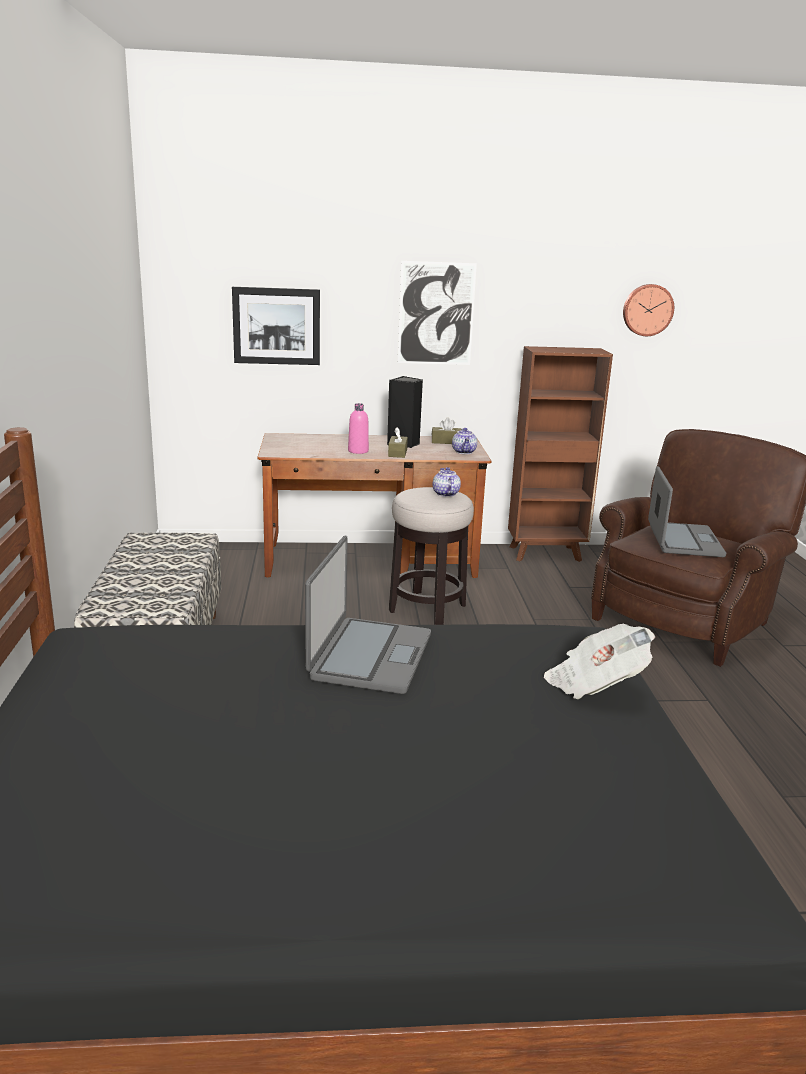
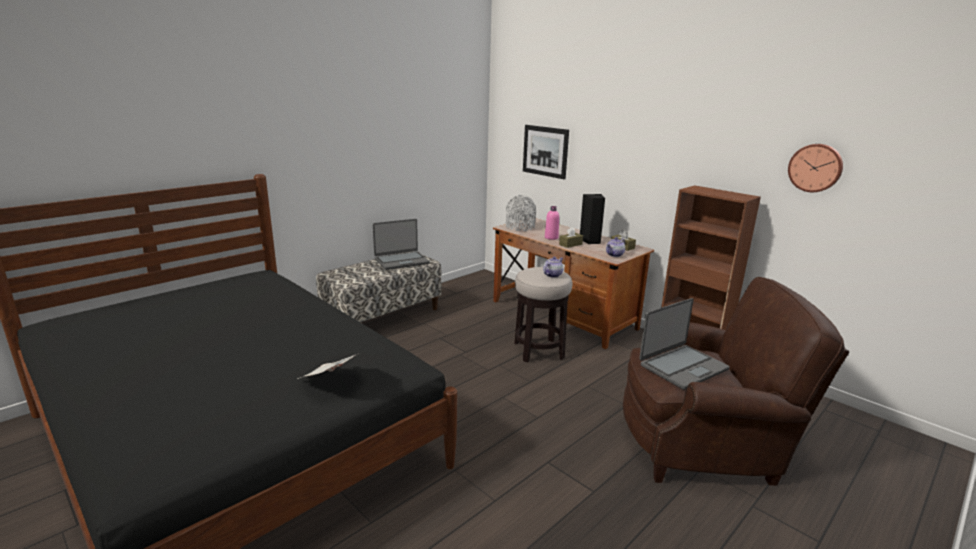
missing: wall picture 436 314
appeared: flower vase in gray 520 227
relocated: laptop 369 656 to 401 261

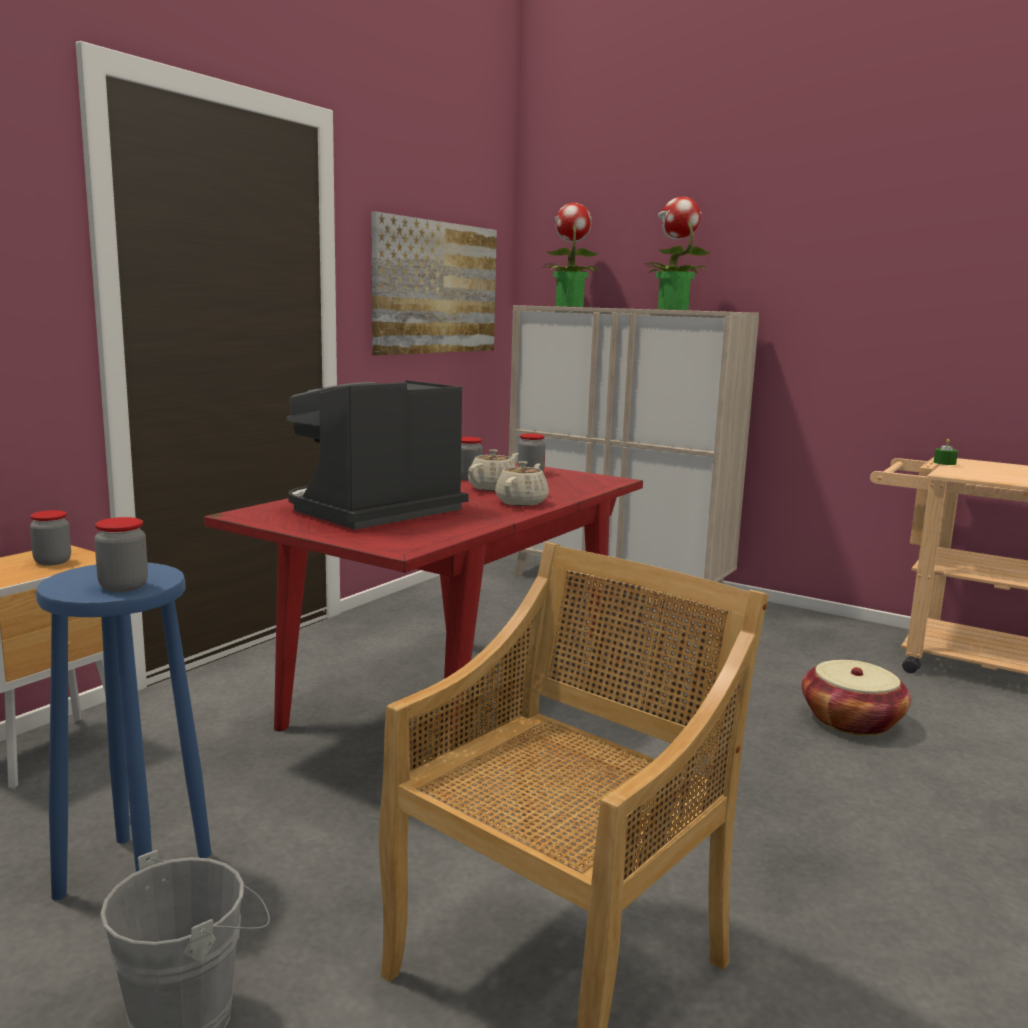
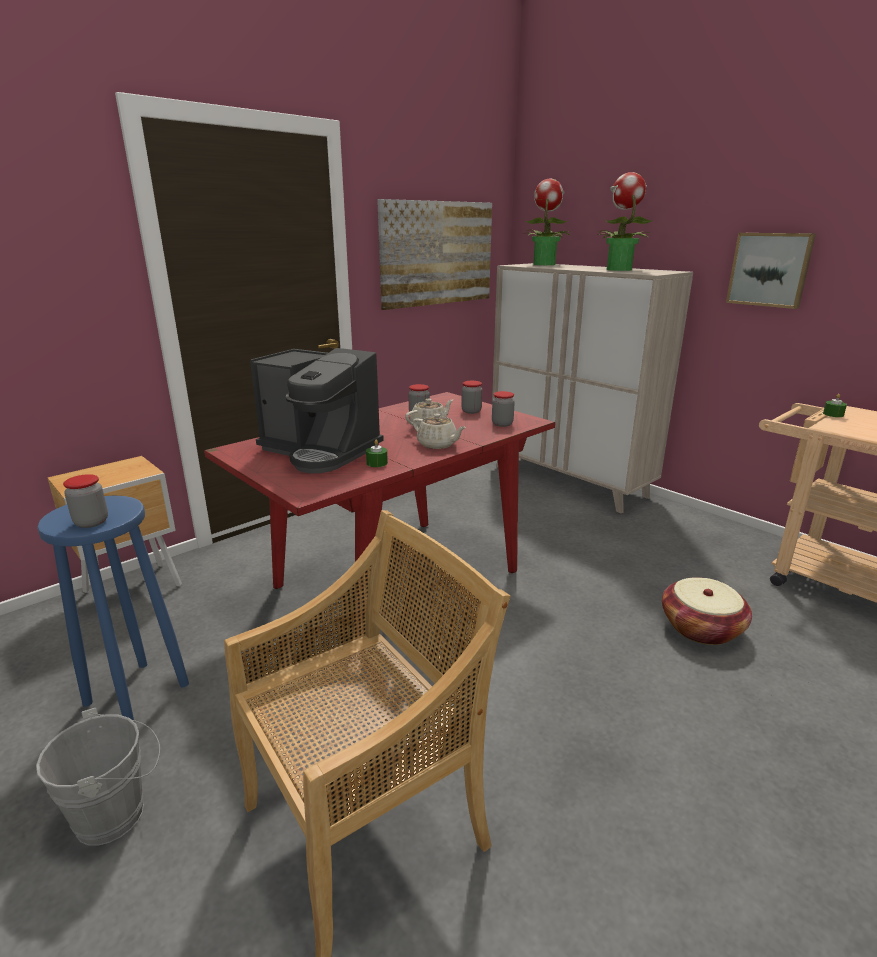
appeared: wall picture 769 269; wax candle in green 377 463
relocated: storage jar 52 561 to 502 424
spun: coffee machine 374 512 = 320 451 120 degrees counterclockwise; pot for tea in sand-coloured 522 502 = 438 445 90 degrees clockwise

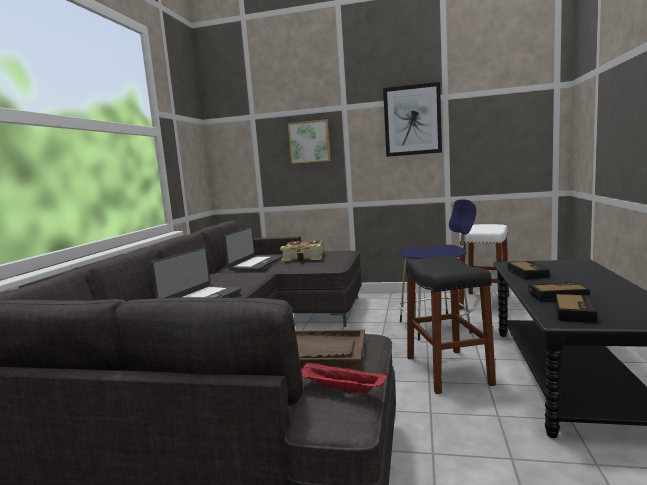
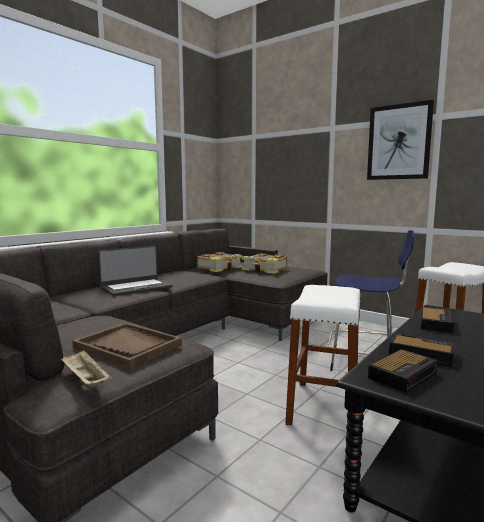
missing: wall picture 309 142
exchanged: laptop 254 264 to volume 220 268
colour: sitting stool in blackish 448 370 to sitting stool in white-coloured 324 407; serving tray in red-coloured 340 390 to serving tray in sand-coloured 85 380

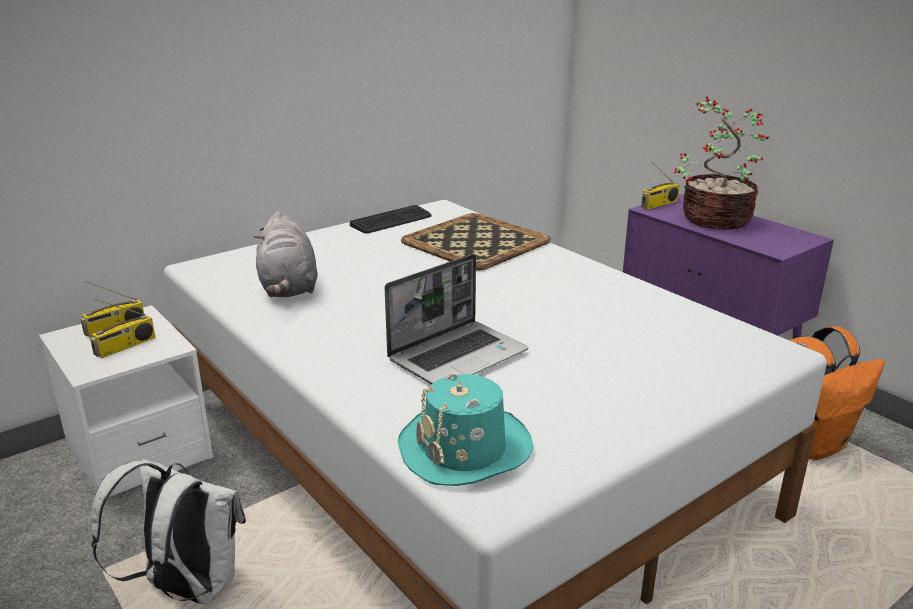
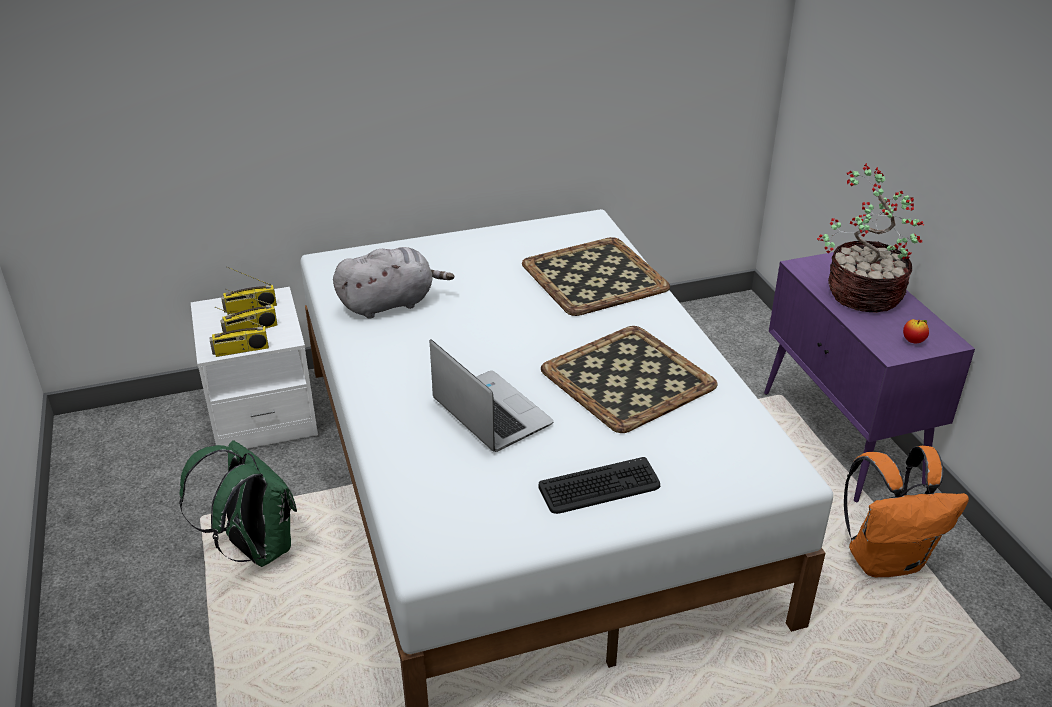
missing: hat in turquoise 465 448
appeared: apple fruit 913 341; serving tray 629 378
relocated: radio set 659 204 to 240 350; computer keyboard 391 221 to 600 487
colour: knapsack in white-coloured 187 588 to knapsack in green 255 548
spun: plush toy in gray 288 288 = 390 303 120 degrees counterclockwise; laptop 458 355 = 489 413 105 degrees counterclockwise

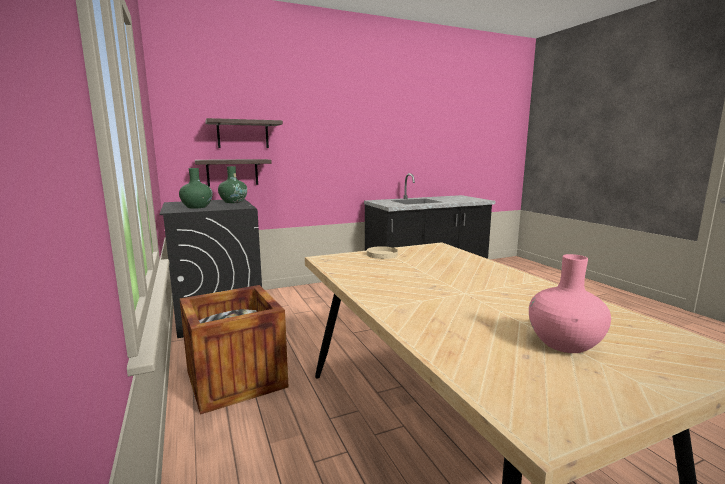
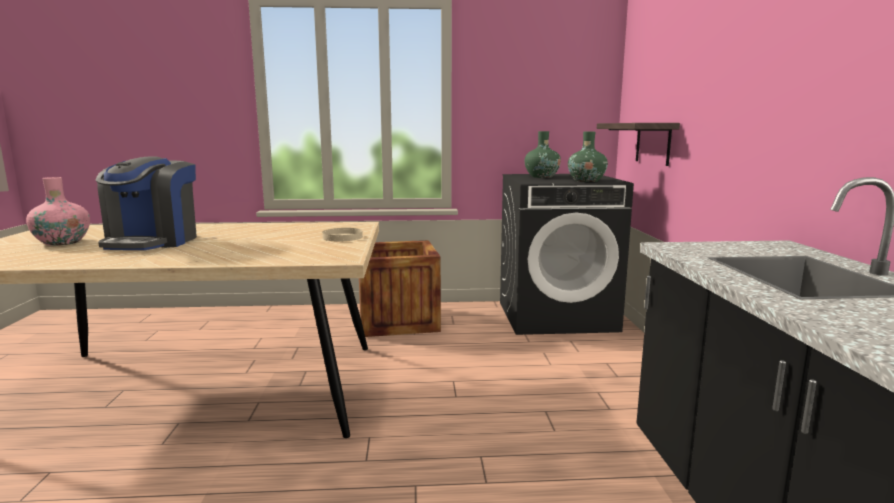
missing: wall shelf 243 134
appeared: coffee machine 153 242

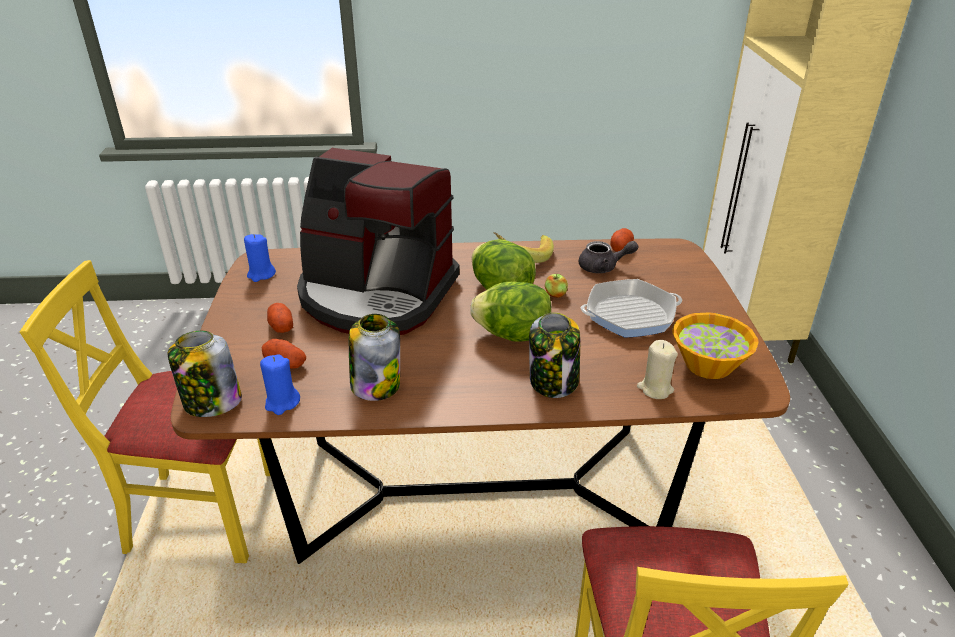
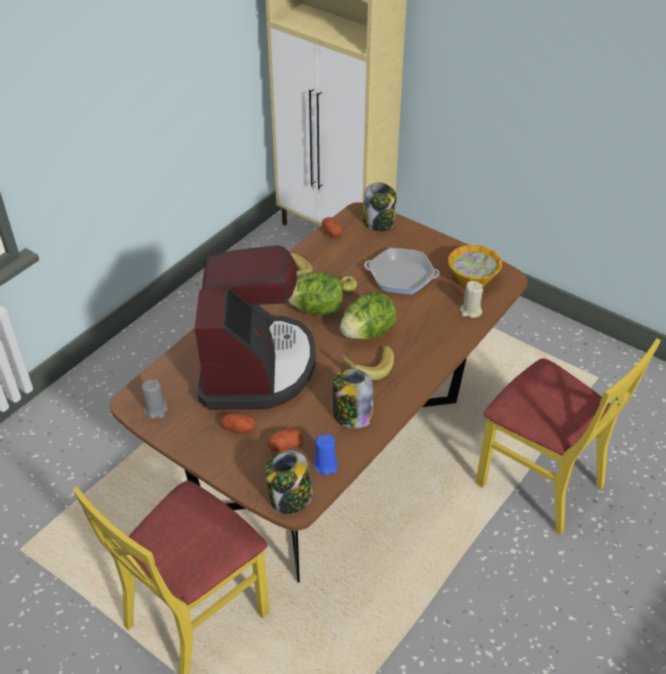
missing: pot for tea in gray 603 267
appeared: banana 366 367
relocated: storage jar 554 381 to 379 222
colour: wax candle in blue 261 274 to wax candle in gray 156 410
spun: coffee machine 376 295 = 255 366 60 degrees counterclockwise; skillet 630 315 = 401 276 75 degrees clockwise

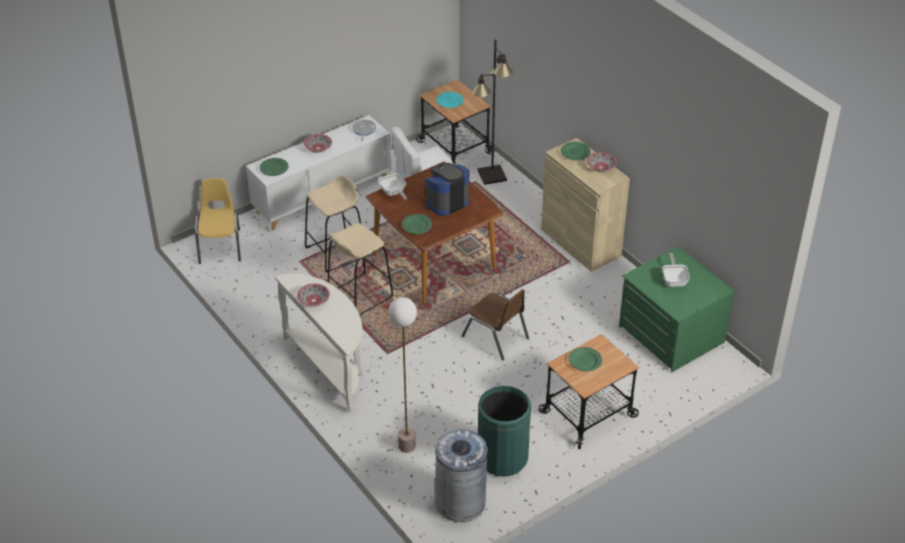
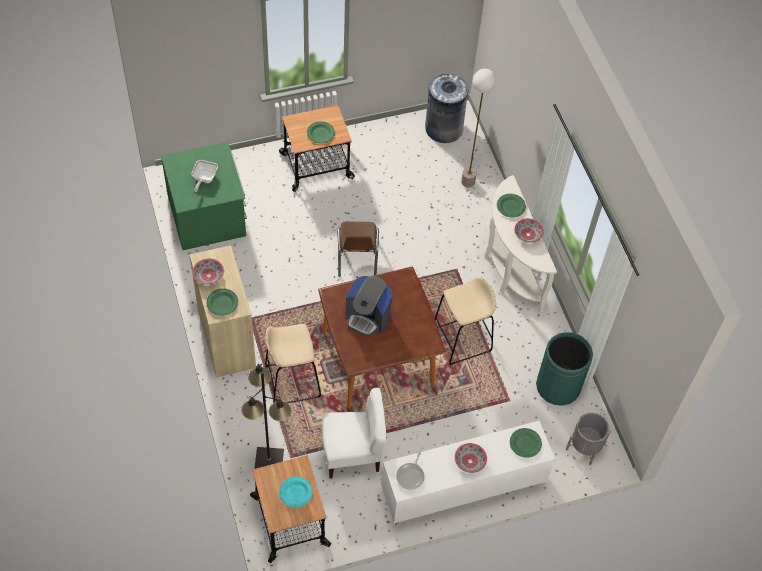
missing: skillet 393 193
relocated: sitting stool in sand-coloured 336 252 to 292 381; plate in green 416 226 to 511 206; trash can in green 502 458 to 558 387
exchanged: chair in yellowish 220 246 to planter in gray 585 446
spun: coffee machine 446 202 = 367 317 45 degrees clockwise; chair in brownish 495 337 = 357 257 150 degrees counterclockwise

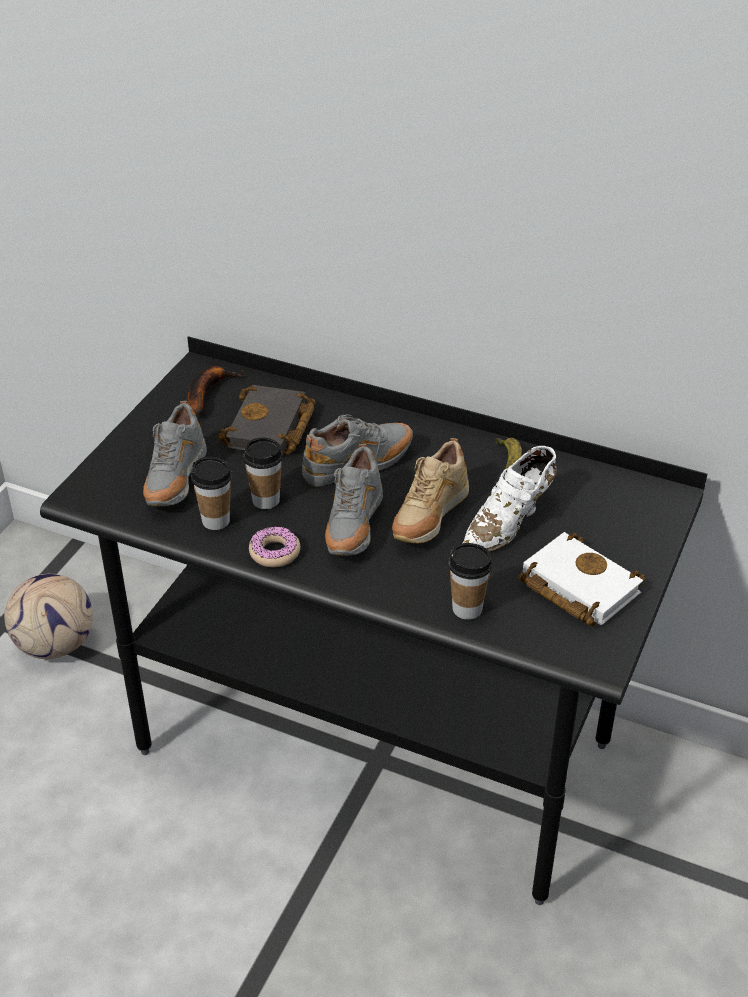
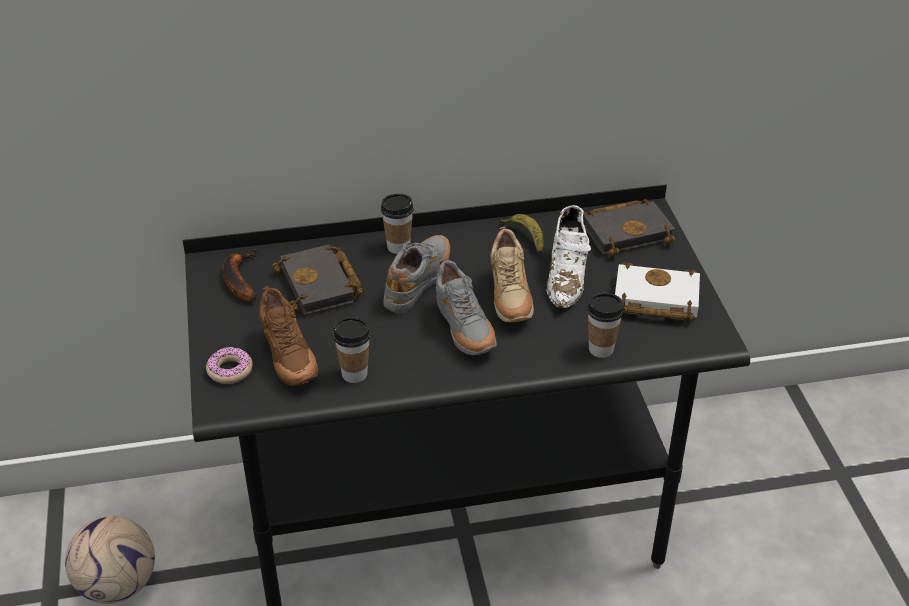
appeared: volume in blackish 628 231
relocated: drinking cup 266 500 to 398 247; doughnut 274 552 to 230 370
colour: low shoe in gray 175 482 to low shoe in brownish 289 360

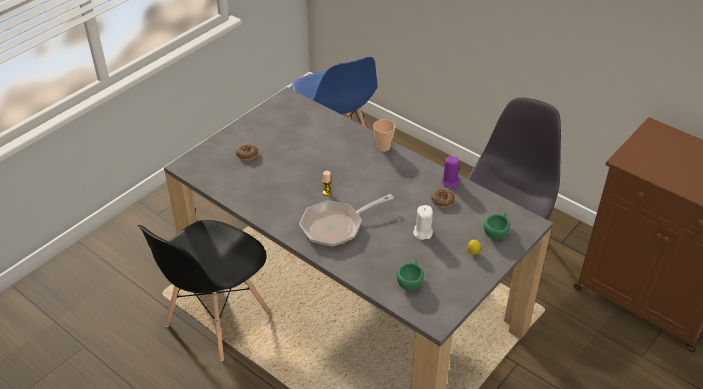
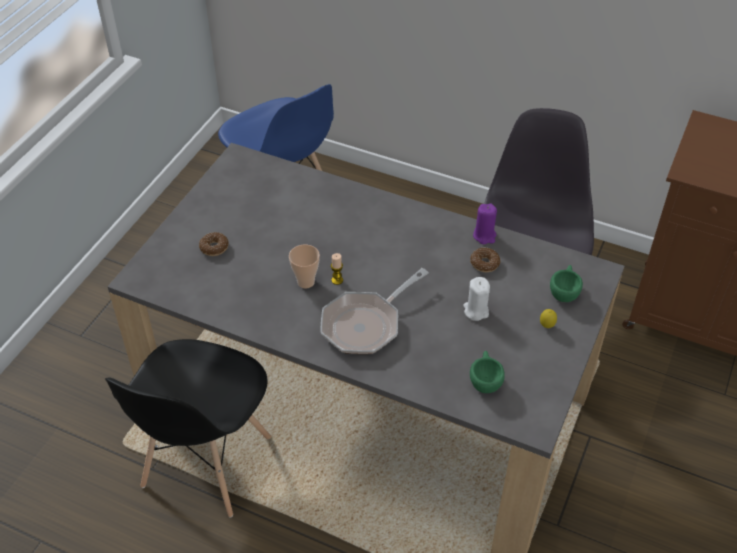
relocated: drinking cup 383 147 to 306 282

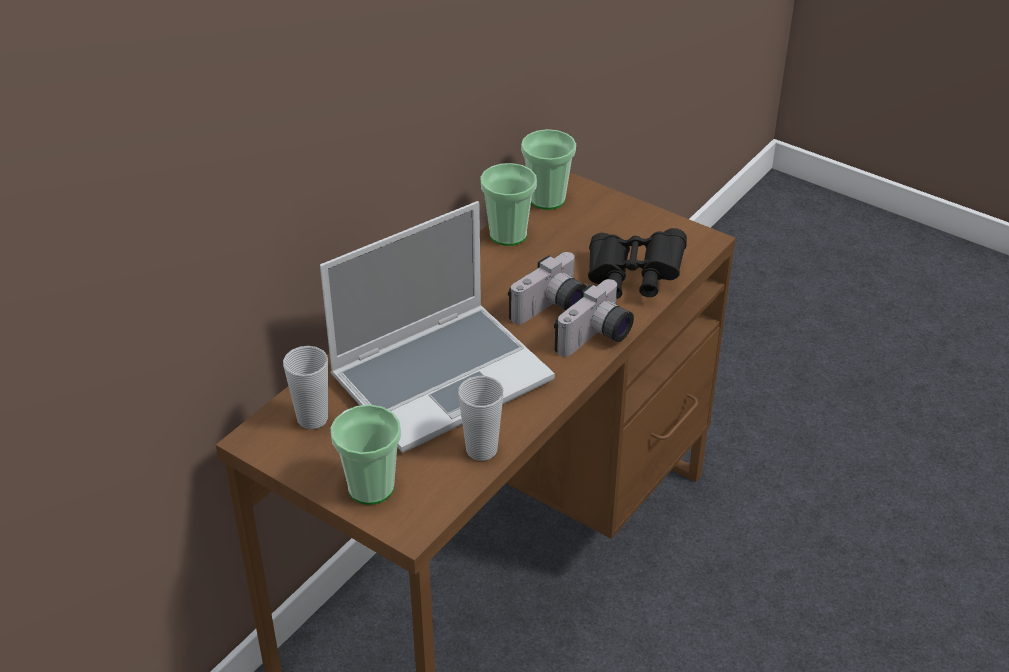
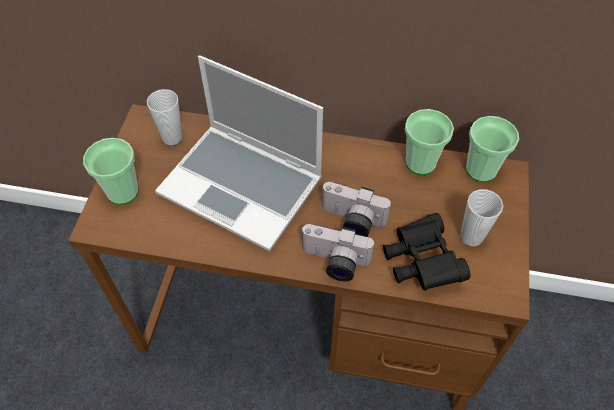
relocated: drinking cup 481 450 to 471 236

